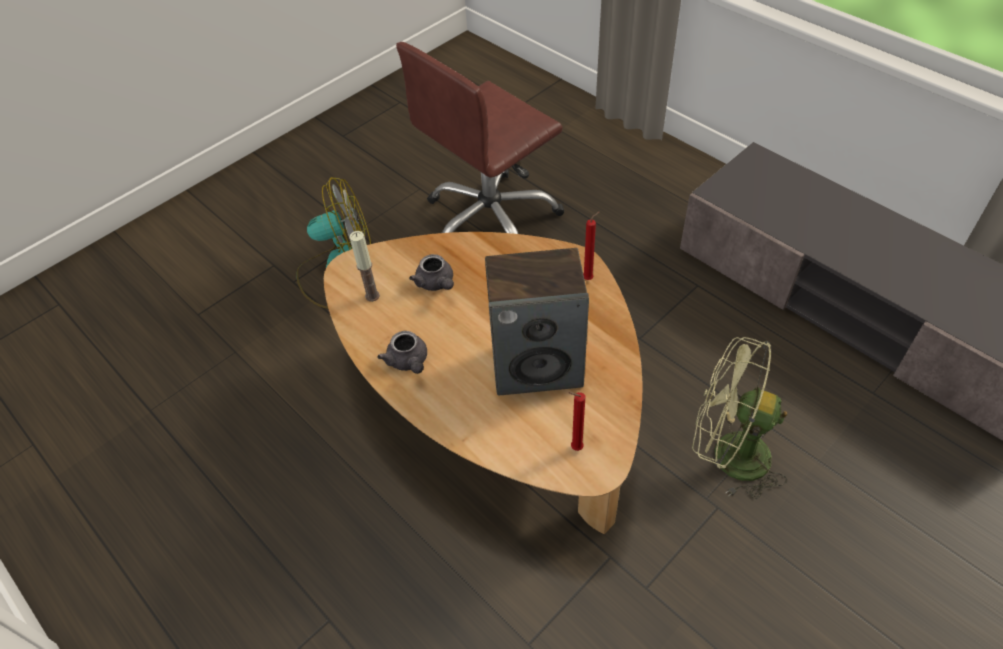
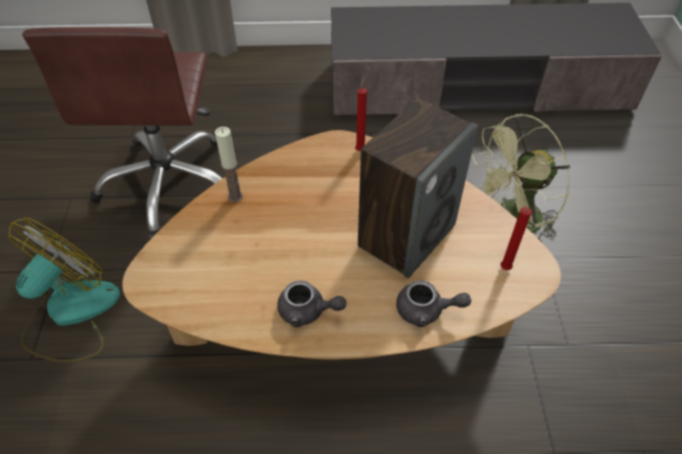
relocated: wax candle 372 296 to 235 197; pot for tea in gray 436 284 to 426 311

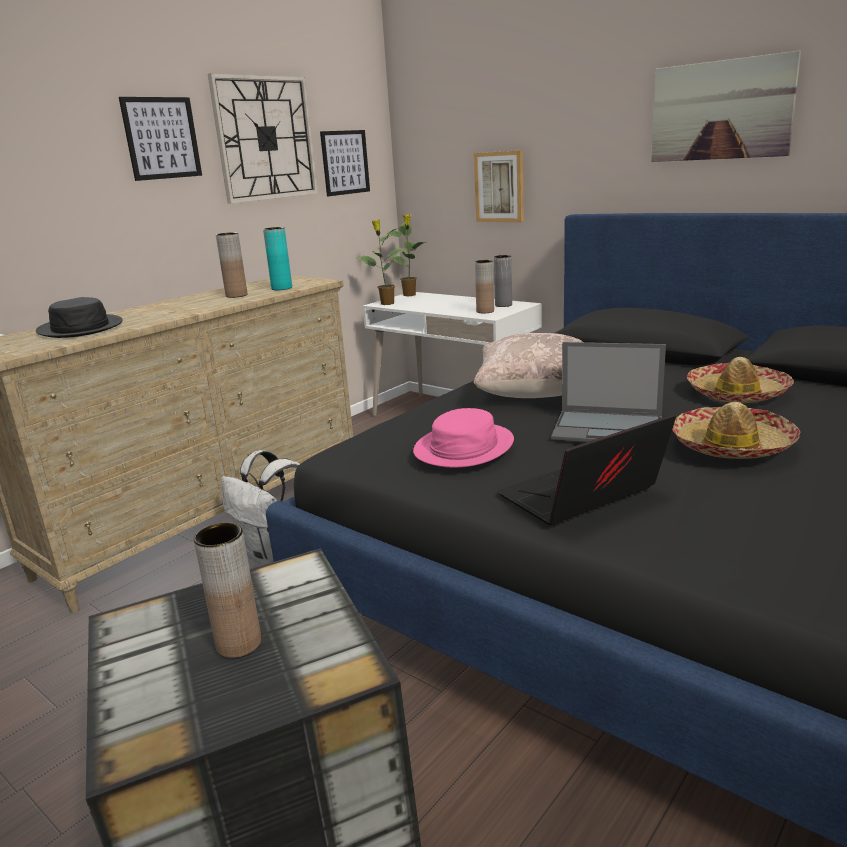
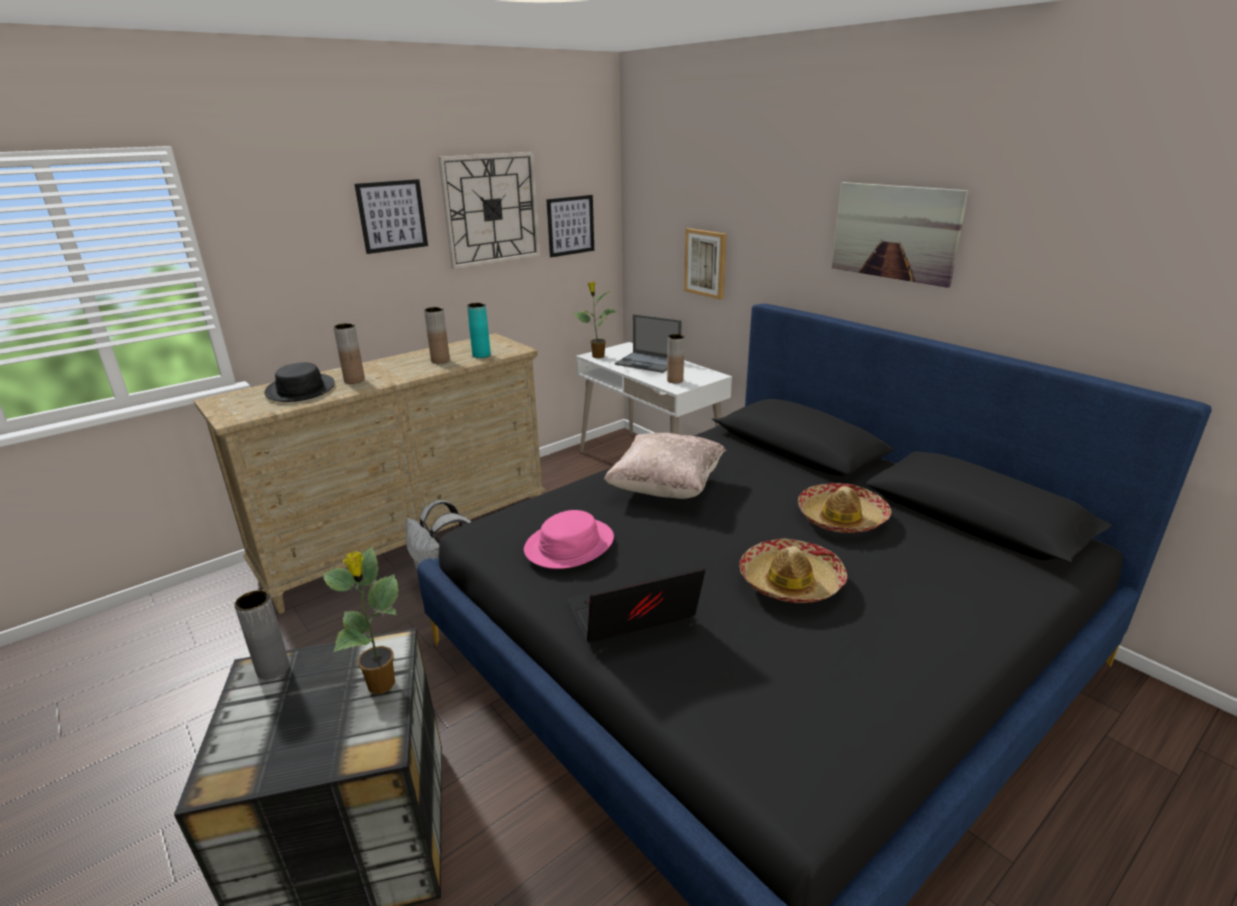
relocated: plant in a pot 410 295 to 381 685; flower vase in gray 503 305 to 273 668; laptop 609 428 to 648 362; flower vase in brownish 239 644 to 354 380

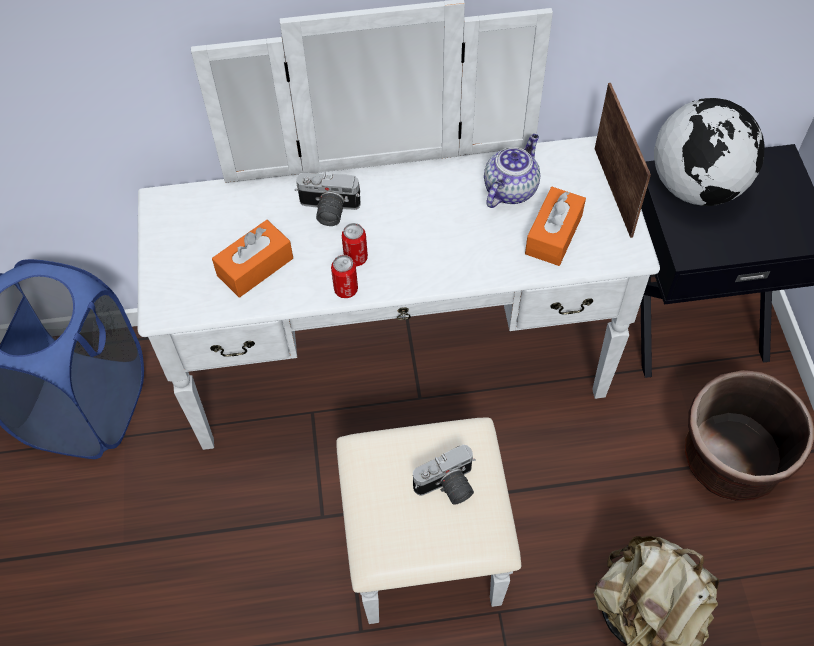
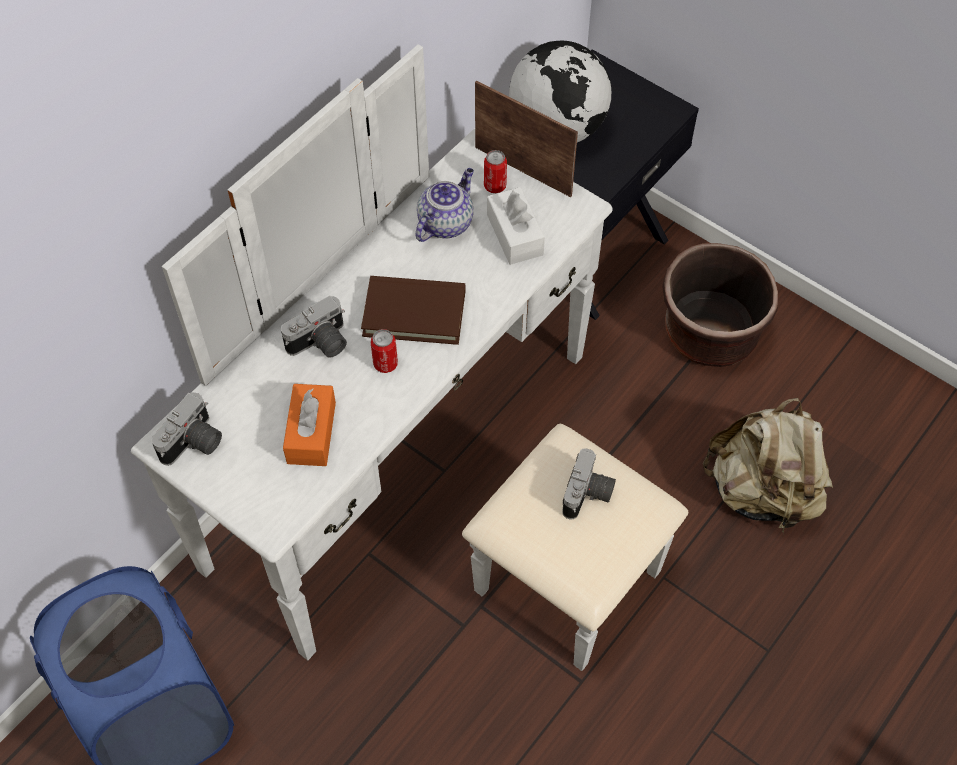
appeared: volume in brownish 414 313; photo camera 194 444
relocated: metal can 346 289 to 495 186
colour: tissue box in orangey 553 235 to tissue box in white-coloured 514 235
spun: pot for tea 510 188 = 445 222 45 degrees clockwise

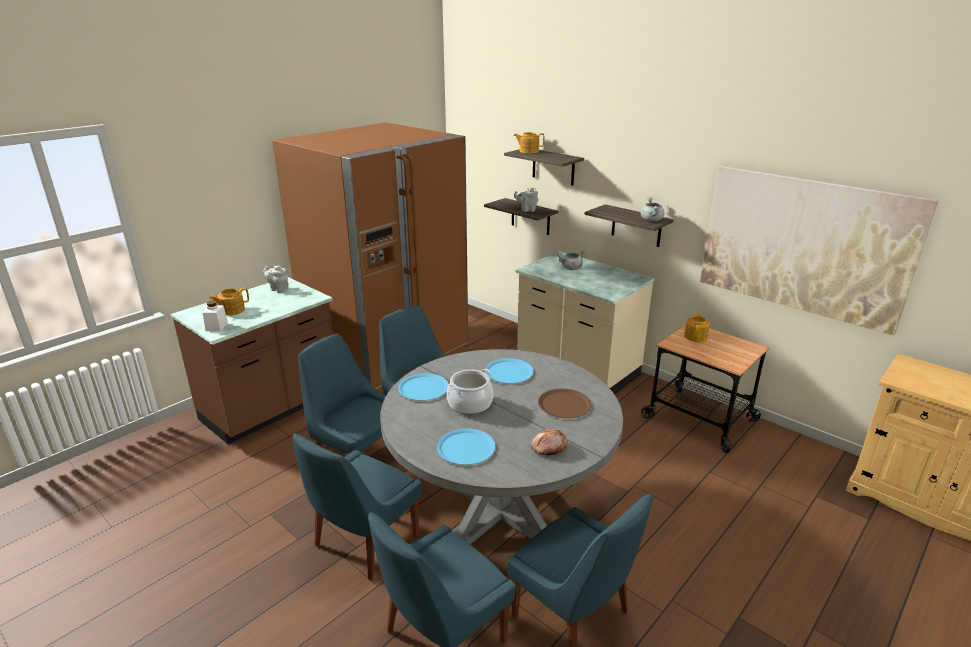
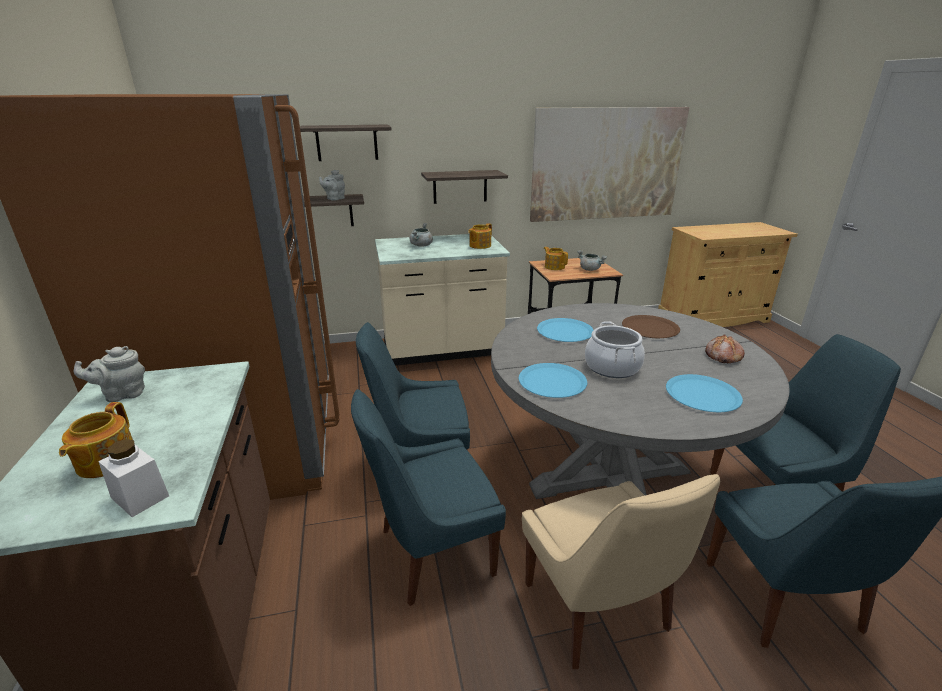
relocated: pot for tea 528 151 to 479 246; stockpot in gray 652 220 to 590 269
colour: chair in blue 363 543 to chair in sand-coloured 598 611

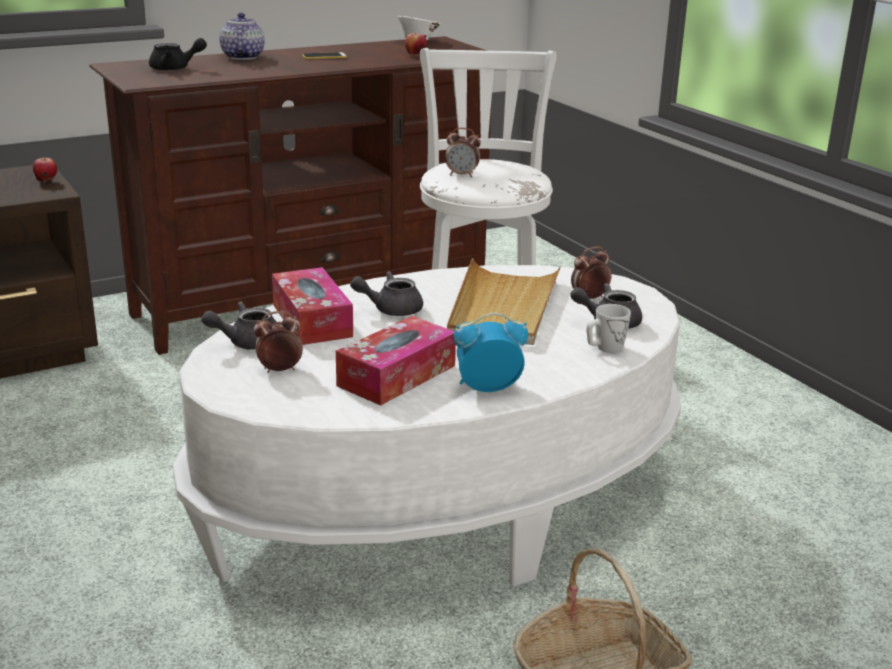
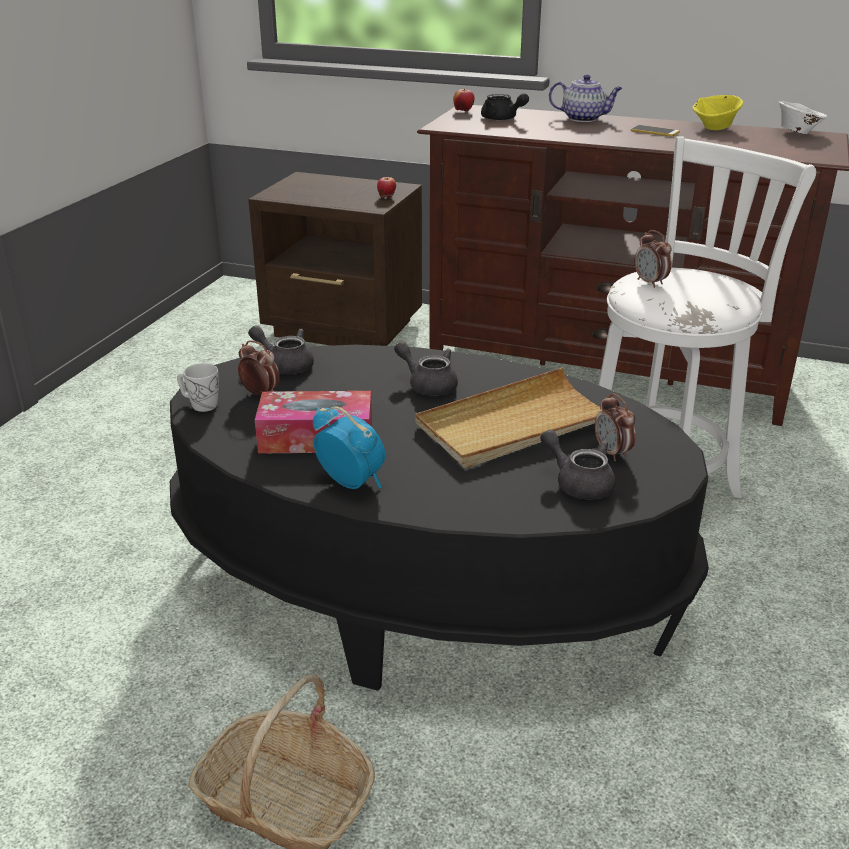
missing: tissue box 312 320
appeared: deep dish in yellowish 715 128
relocated: apple fruit 415 55 to 463 111; coffee mug in white-coloured 604 348 to 200 404
colour: lounge table in white-coloured 441 501 to lounge table in blackish 424 584
spun: pot for tea 242 57 = 584 118 60 degrees clockwise; table clock 589 298 = 612 453 135 degrees counterclockwise

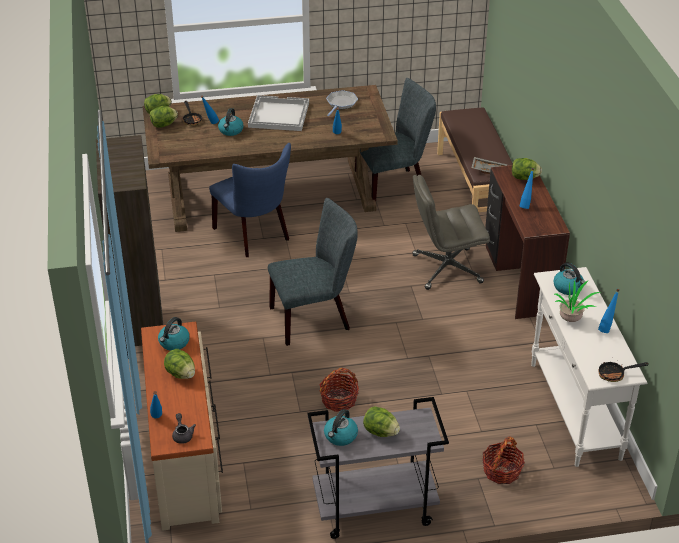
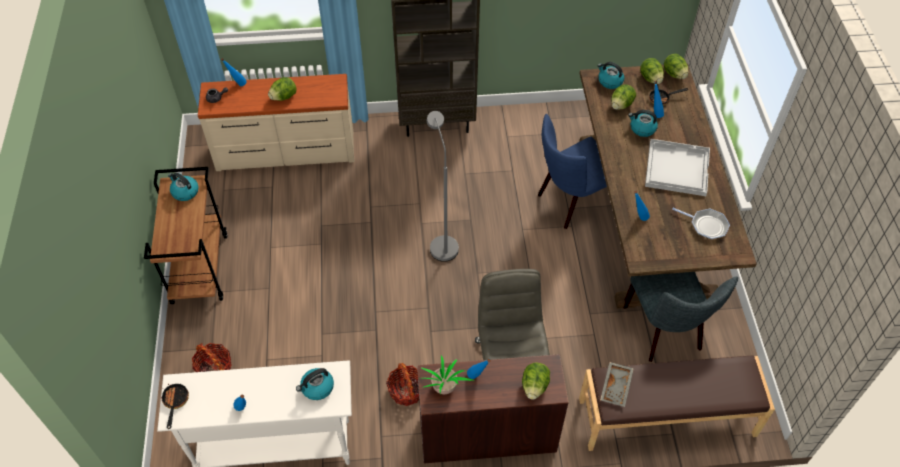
relocated: plant in a pot 572 319 to 444 389; kettle 174 343 to 609 81; basket 339 400 to 406 390; head of lettuce 380 432 to 621 105
exchanged: chair in gray 315 318 to standard lamp in gray 442 243
colour: cart in gray 374 509 to cart in brownish 199 268

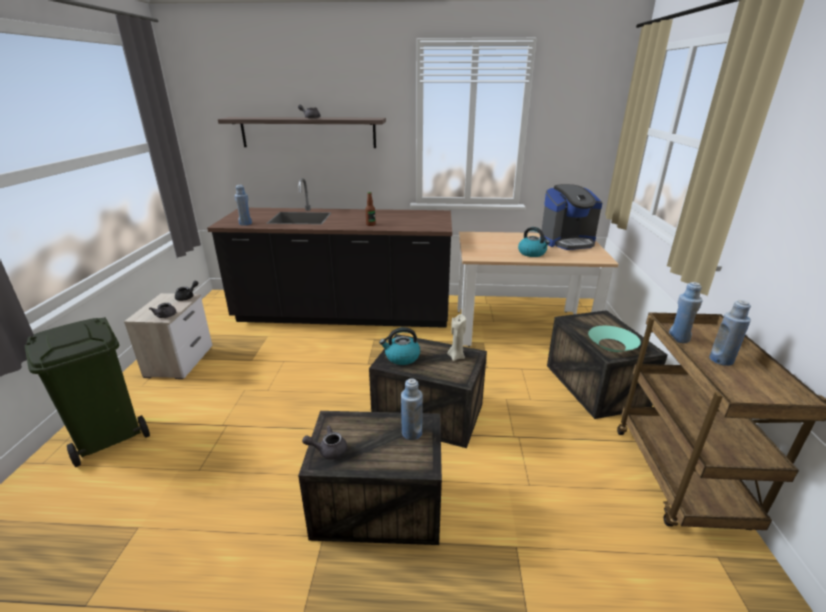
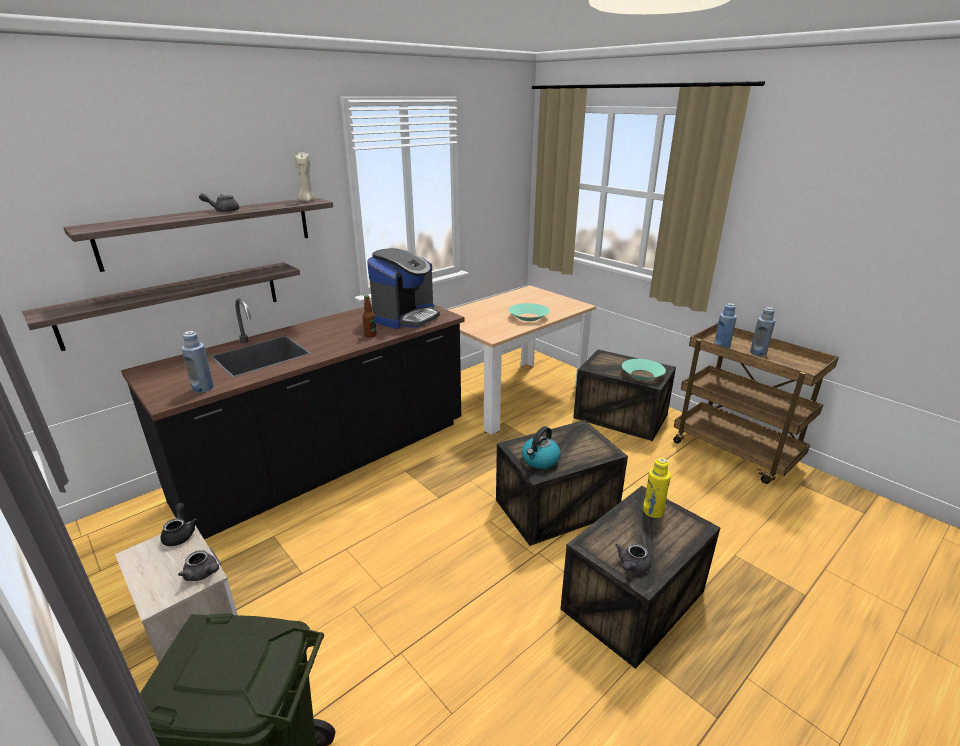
appeared: wall shelf 175 303
relocated: coffee machine 567 241 to 406 317; wax candle in sand-coloured 456 356 to 307 201
exchanged: kettle 532 253 to deep dish in turquoise 528 317
colour: drink bottle in blue 411 433 to drink bottle in yellowish 653 511

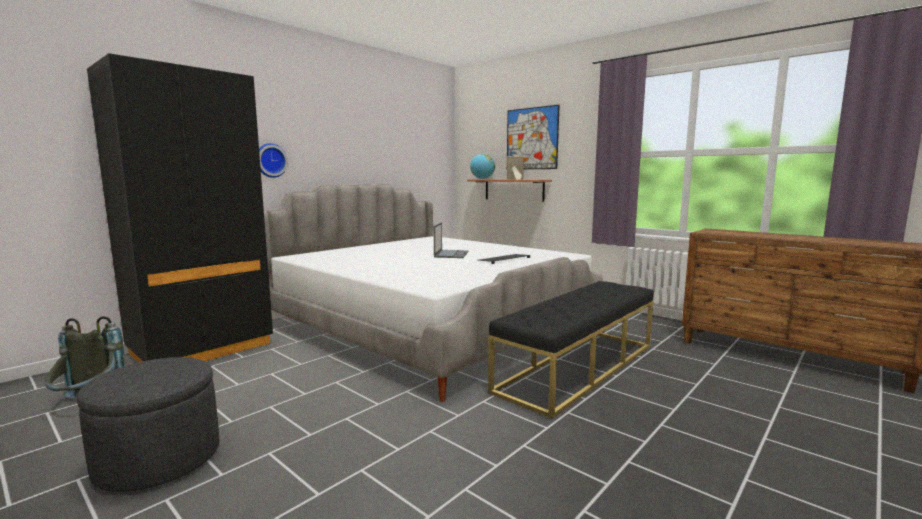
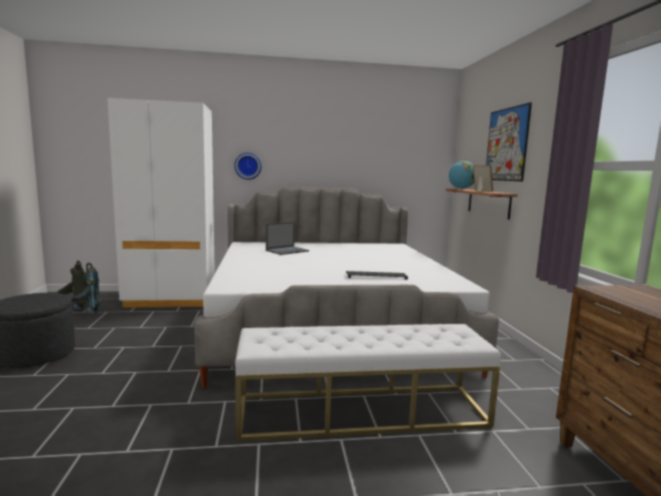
relocated: laptop 451 254 to 287 251
colour: wardrobe in blackish 202 349 to wardrobe in white-coloured 171 299; bench in blackish 578 367 to bench in white-coloured 362 411

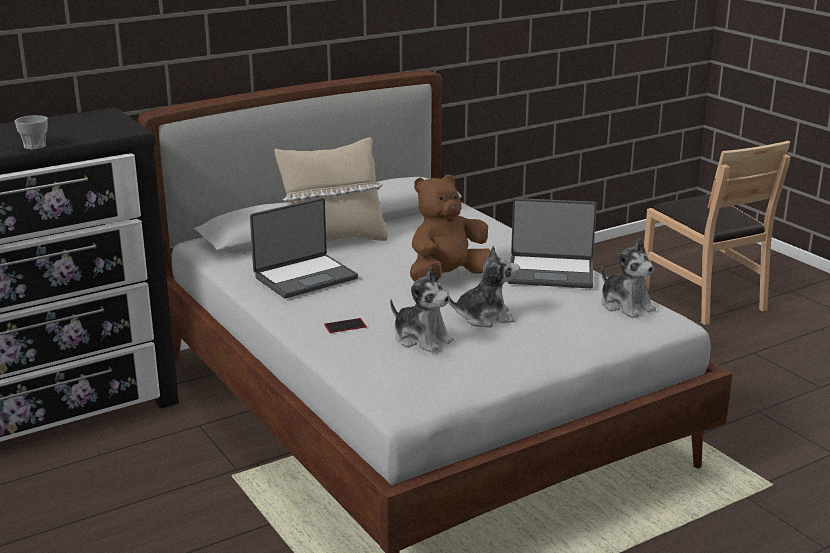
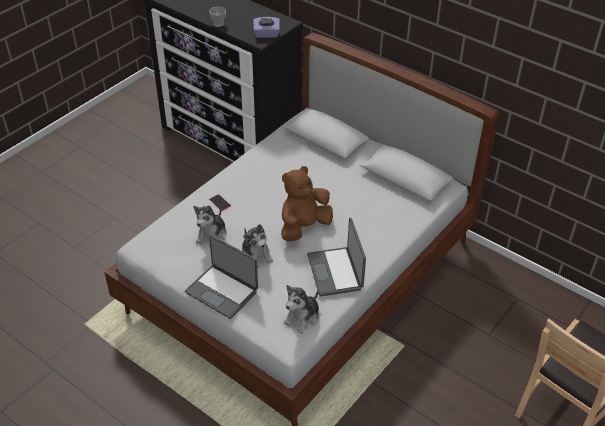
missing: cushion in sand-coloured 333 242
appeared: tissue box in purple-coloured 266 34
relocated: laptop 305 277 to 222 291
spun: plush toy in brownish 447 278 = 304 227 75 degrees counterclockwise

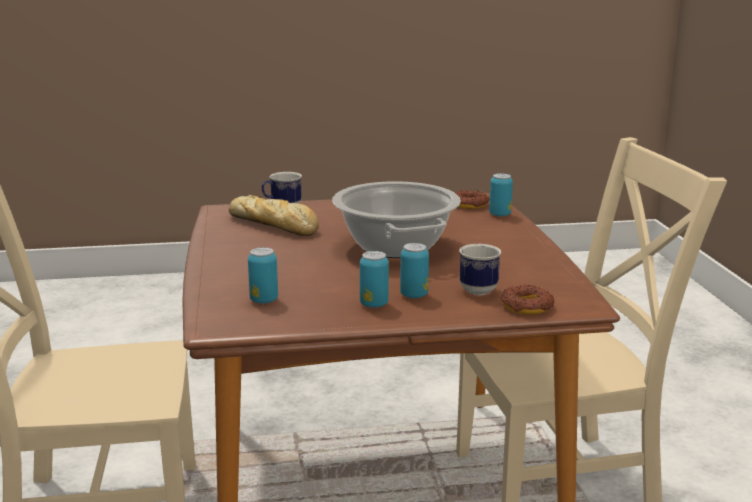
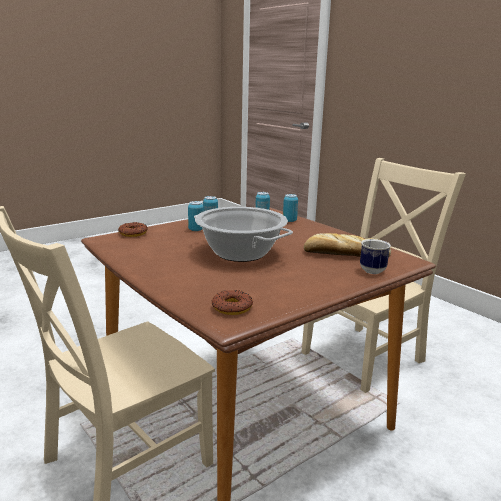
missing: coffee mug 475 288
relocated: metal can 499 214 to 289 221

